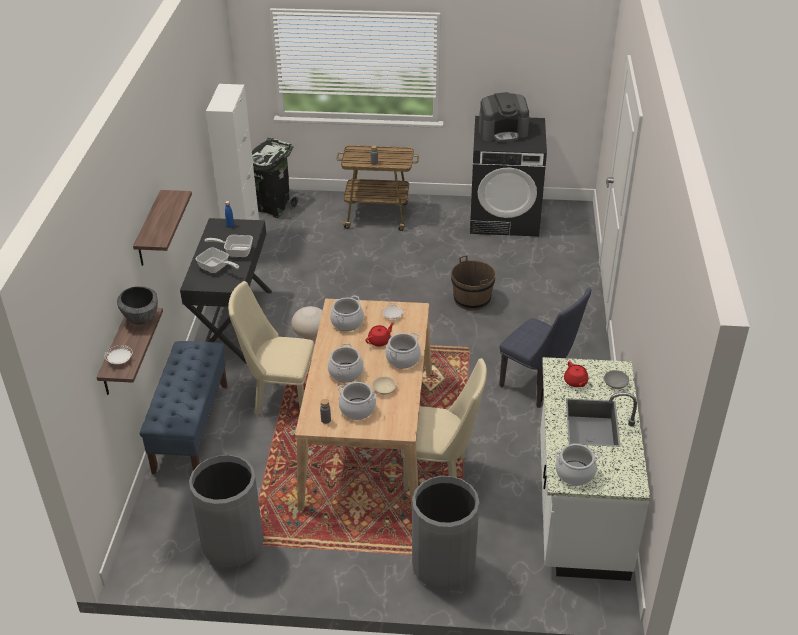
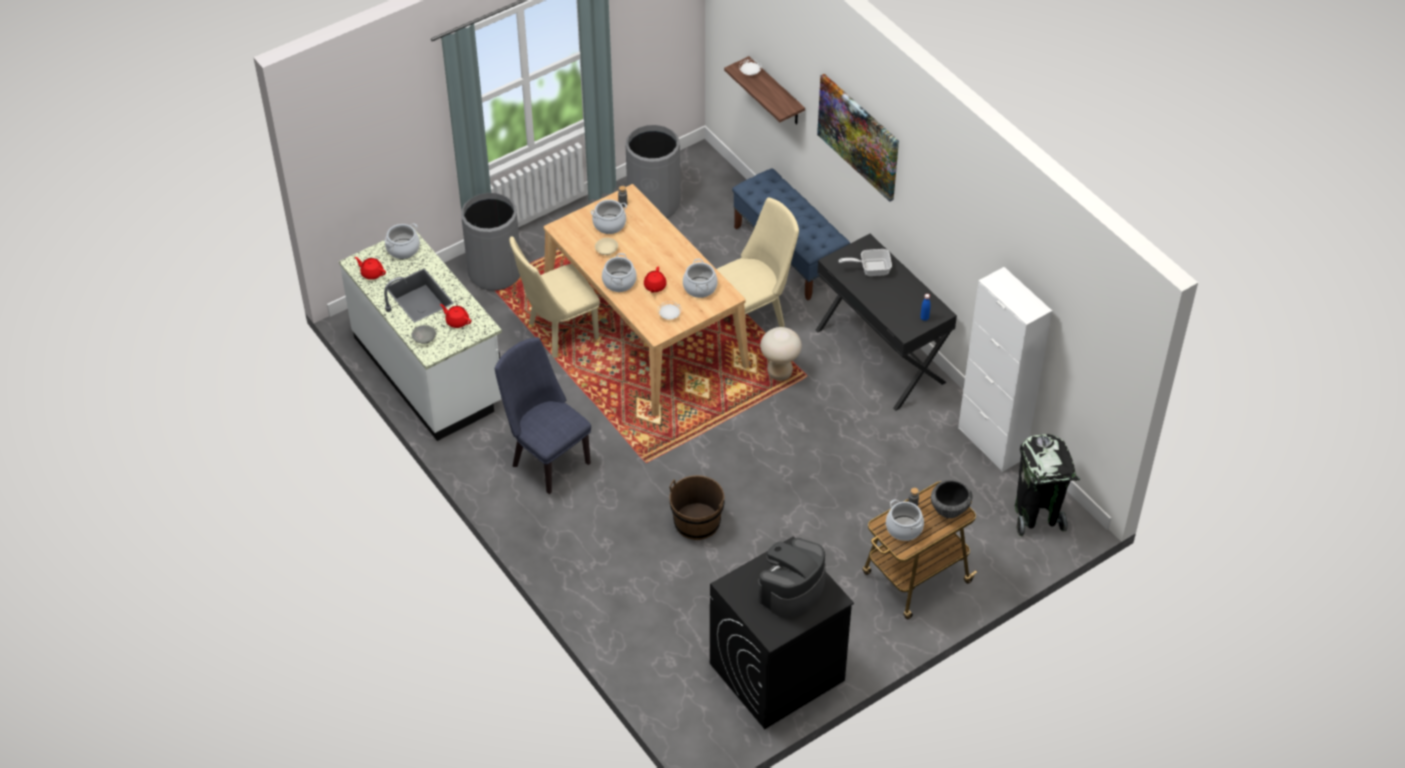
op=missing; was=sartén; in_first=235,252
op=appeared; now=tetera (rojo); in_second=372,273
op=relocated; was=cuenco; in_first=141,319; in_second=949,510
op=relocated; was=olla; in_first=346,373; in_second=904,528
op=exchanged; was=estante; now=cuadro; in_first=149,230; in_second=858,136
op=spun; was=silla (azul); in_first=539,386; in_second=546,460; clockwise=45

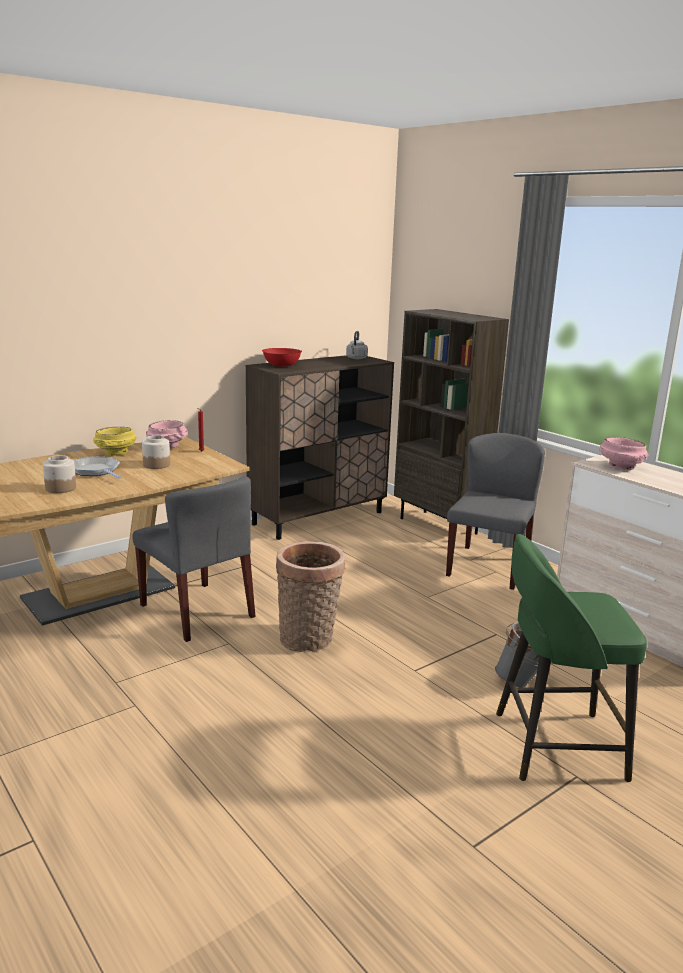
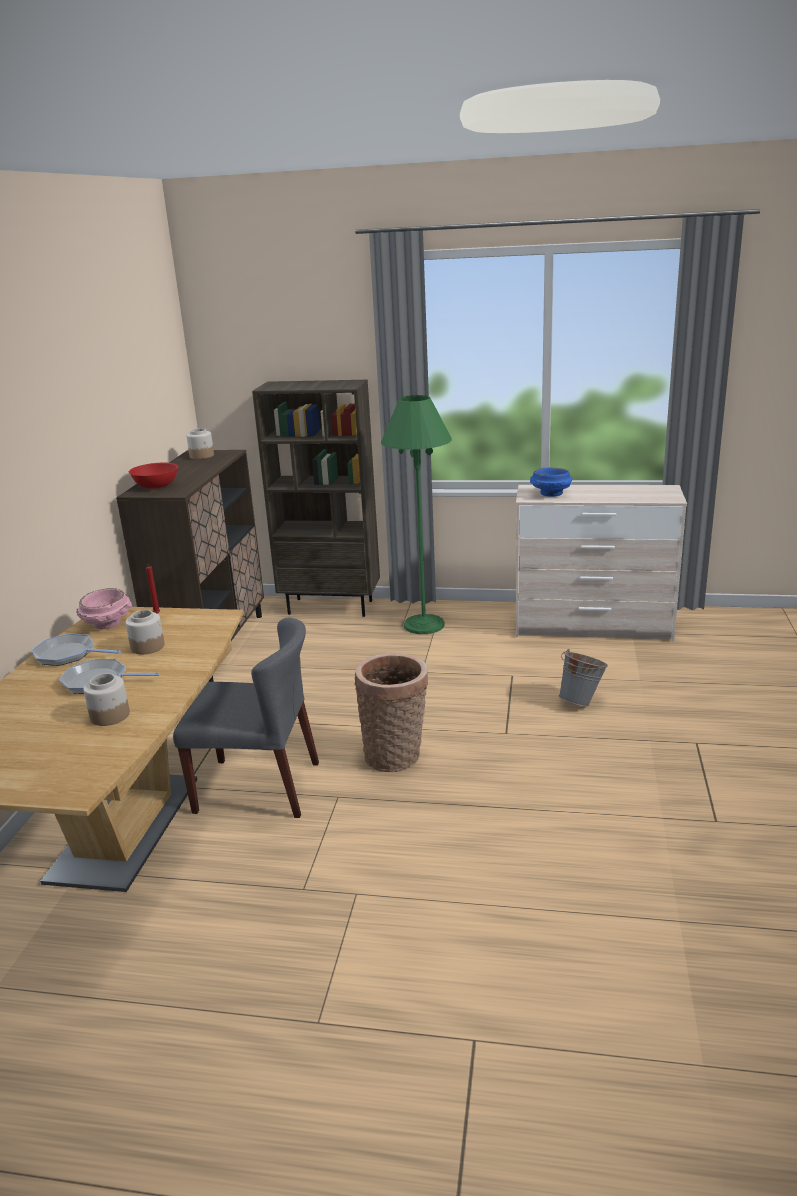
op=missing; was=taburete (verde); in_first=554,745
op=exchanged; was=cuenco (amarillo); now=sartén; in_first=115,453; in_second=68,655
op=exchanged; was=hervidor (gris); now=tarro; in_first=356,358; in_second=202,456
op=exchanged; was=silla (gris); now=lámpara de pie (verde); in_first=488,566; in_second=424,625
op=colour; was=cuenco (rosa); now=cuenco (azul); in_first=620,467; in_second=550,494

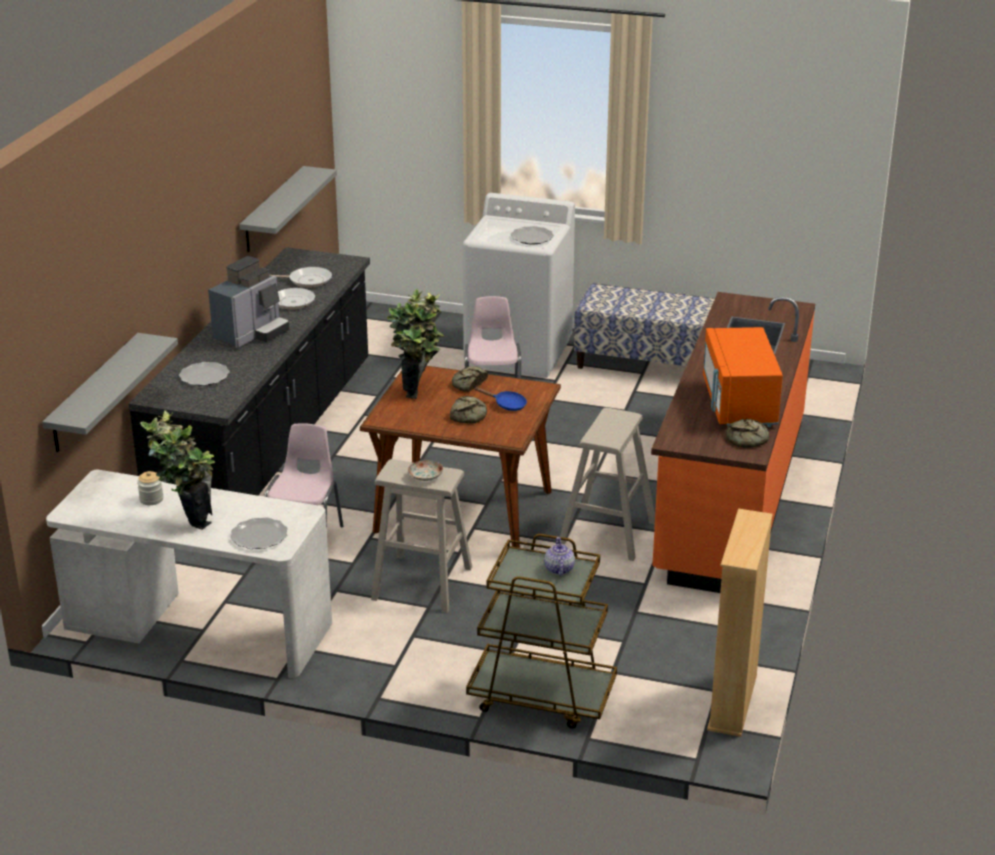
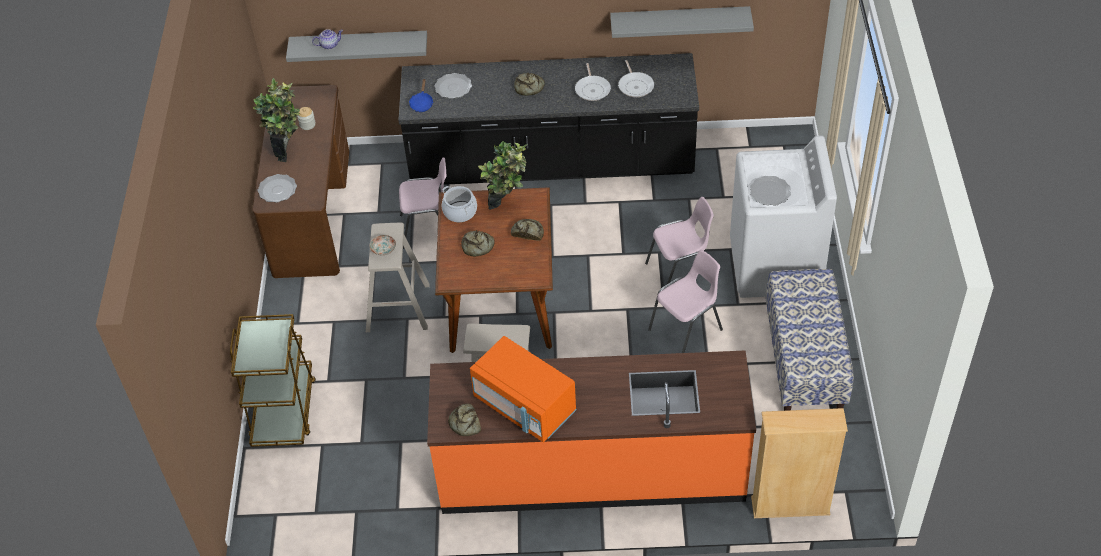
op=appeared; now=olla; in_second=460,211
op=appeared; now=silla (rosa); in_second=687,330
op=relocated; was=sartén (azul); in_first=507,405; in_second=421,103
op=relocated; was=tetera; in_first=559,569; in_second=329,45
op=relocated; was=estantería (beis); in_first=733,702; in_second=790,506
op=exchanged; was=cafetera; now=pan; in_first=252,334; in_second=529,88
op=colour; was=escritorio (blanco); now=escritorio (marrón); in_first=198,628; in_second=311,212
op=spun; was=microondas (naranja); in_first=738,404; in_second=525,406; clockwise=-120

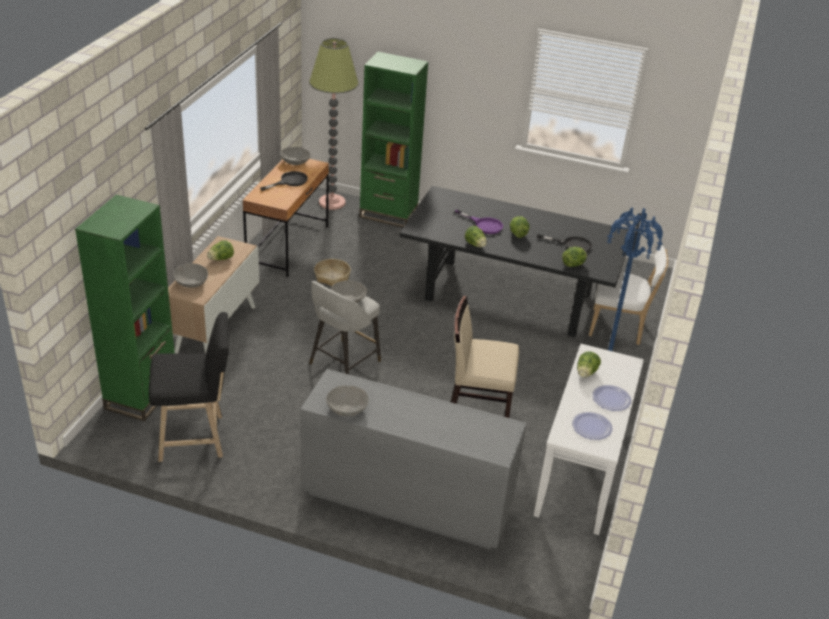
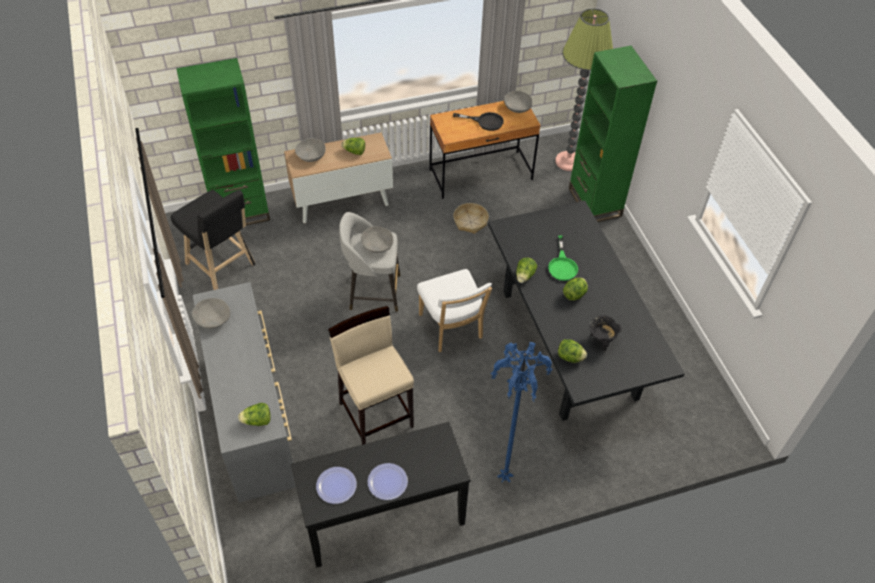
op=relocated; was=lechuga; in_first=586,373; in_second=257,421
op=relocated; was=silla (blanco); in_first=619,328; in_second=452,329
op=exchanged; was=sartén (negro); now=olla (negro); in_first=572,245; in_second=601,340
op=colour; was=sartén (morado); now=sartén (verde); in_first=484,225; in_second=562,265
op=colour; was=mesa consola (blanco); now=mesa consola (negro); in_first=582,472; in_second=383,517

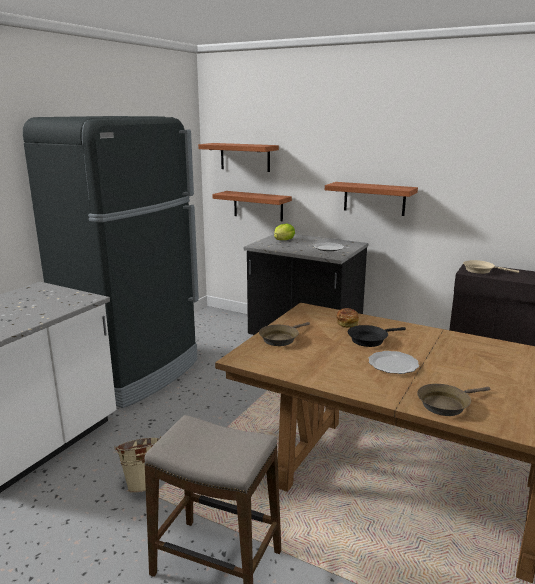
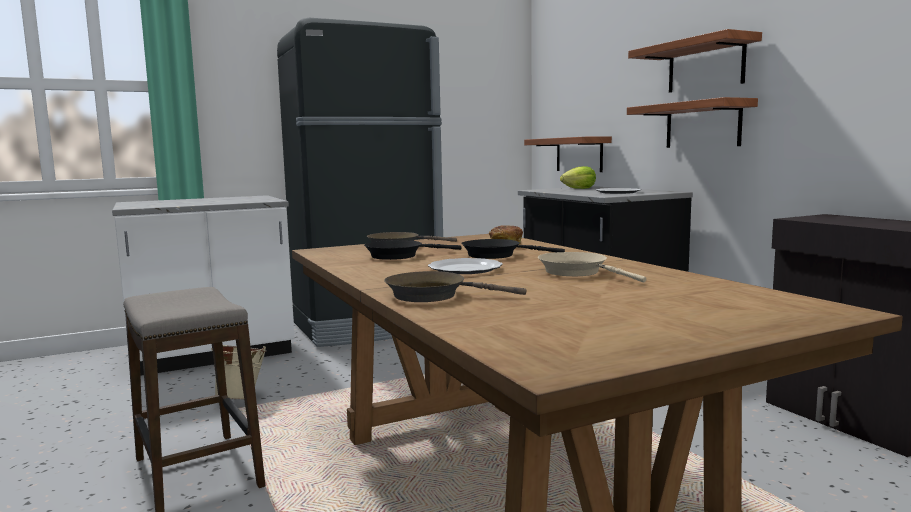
op=appeared; now=sartén (negro); in_second=399,255
op=relocated; was=estante; in_first=245,157; in_second=705,65
op=relocated; was=sartén (beis); in_first=481,270; in_second=577,272

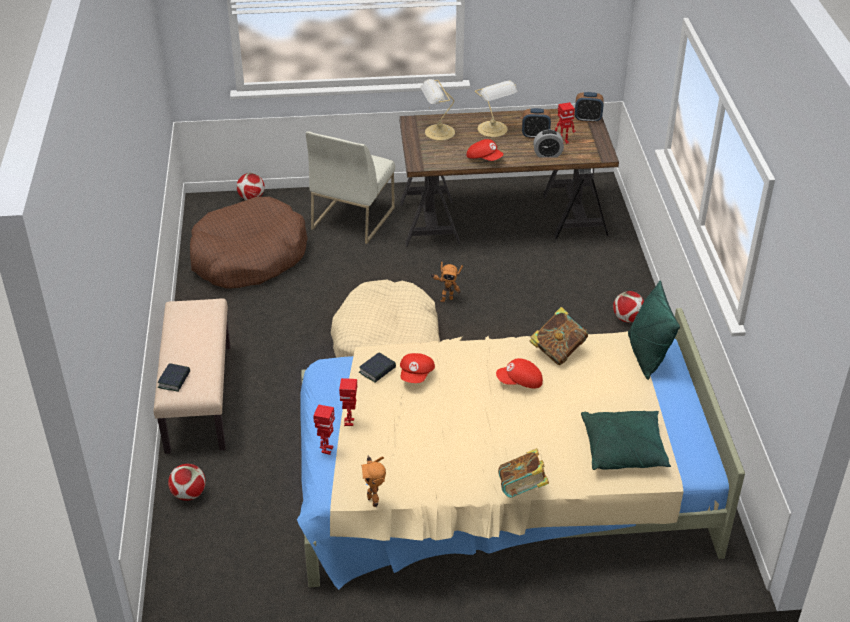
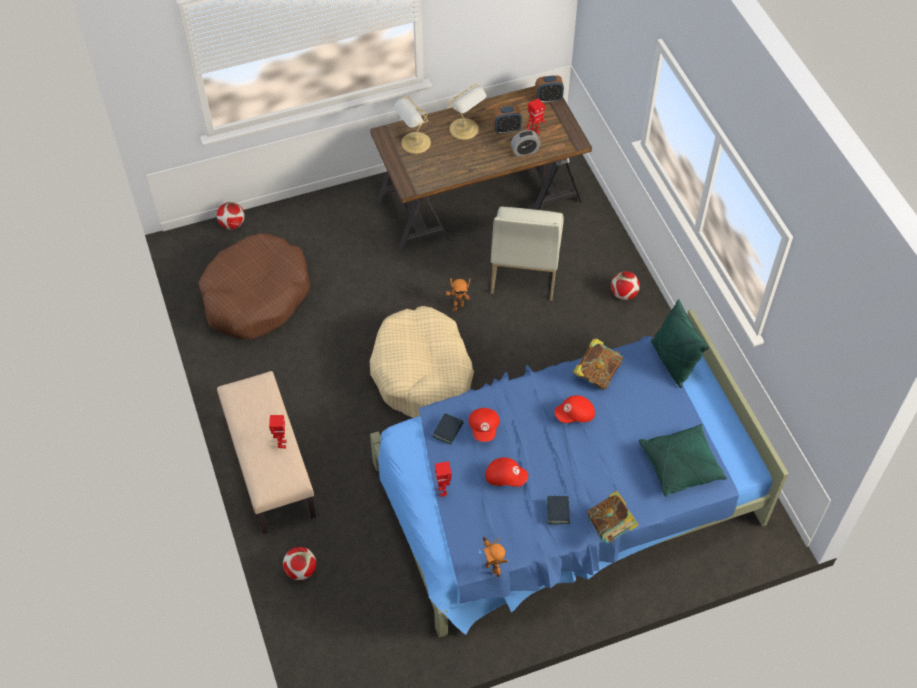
op=relocated; was=libro; in_first=174,380; in_second=558,511
op=relocated; was=silla (blanco); in_first=352,218; in_second=524,270
op=relocated; was=robot de juguete; in_first=326,449; in_second=281,444
op=relocated; was=gorra (rojo); in_first=484,158; in_second=505,477
op=colour; was=cama (beis); now=cama (azul); in_first=498,482; in_second=564,494

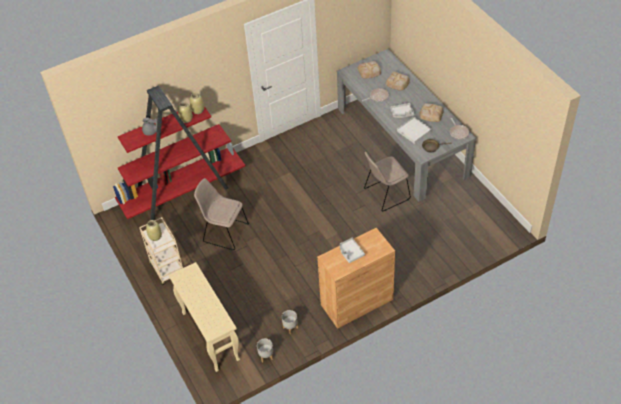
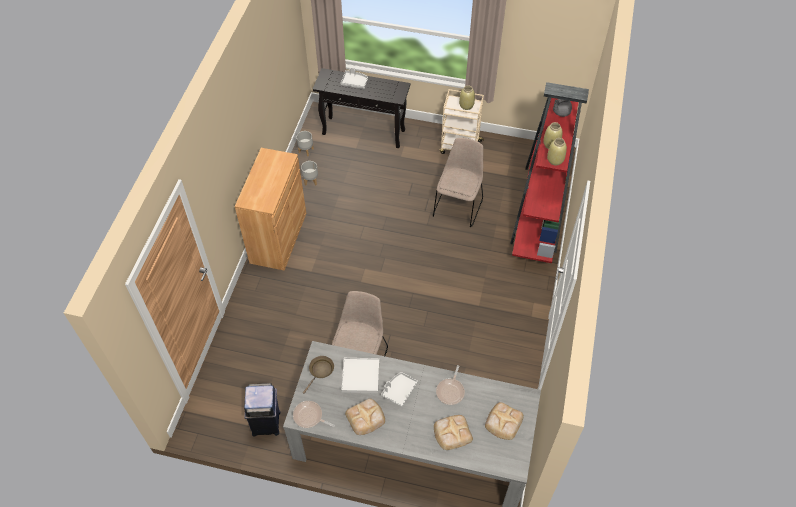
op=appeared; now=papelera (azul); in_second=267,423
op=relocated; was=bandeja (gris); in_first=350,252; in_second=354,82
op=colour; was=mesa consola (beis); now=mesa consola (negro); in_first=210,335; in_second=364,132
op=spun; was=silla (beis); in_first=224,232; in_second=458,206; clockwise=-45

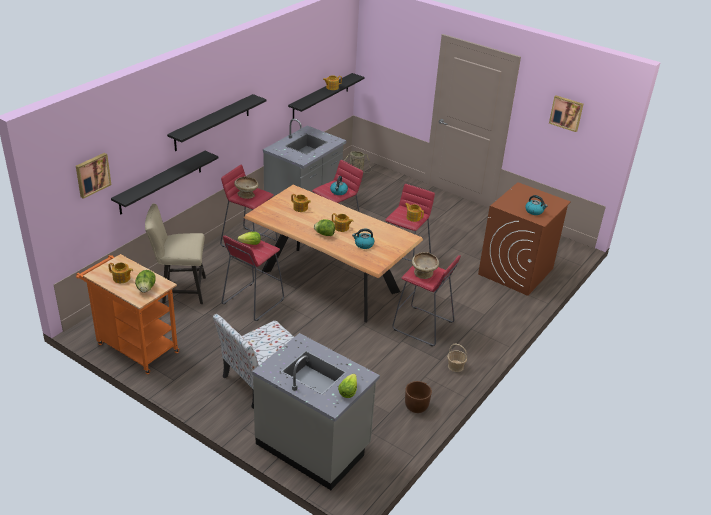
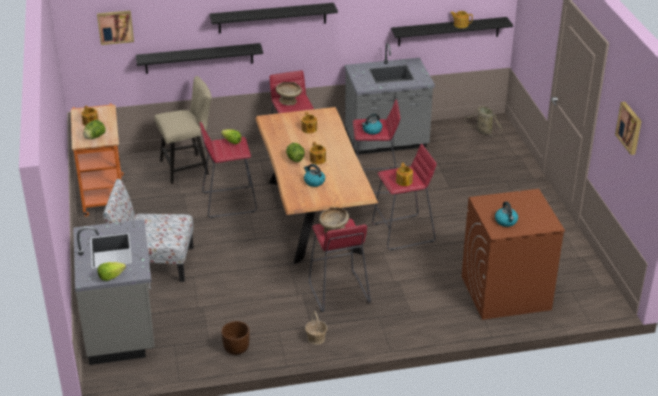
op=spun; was=silla (beis); in_first=180,290; in_second=188,167; clockwise=120

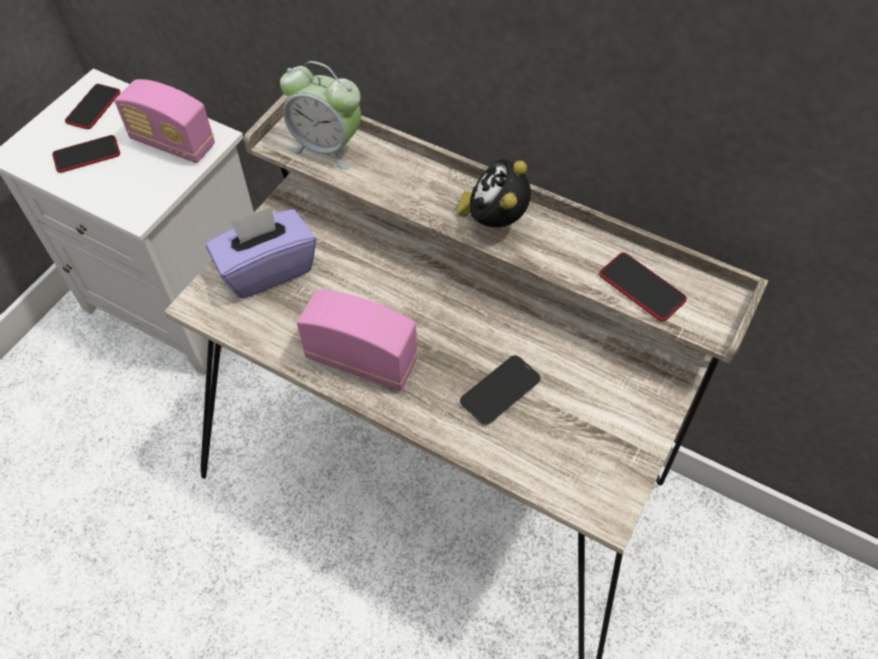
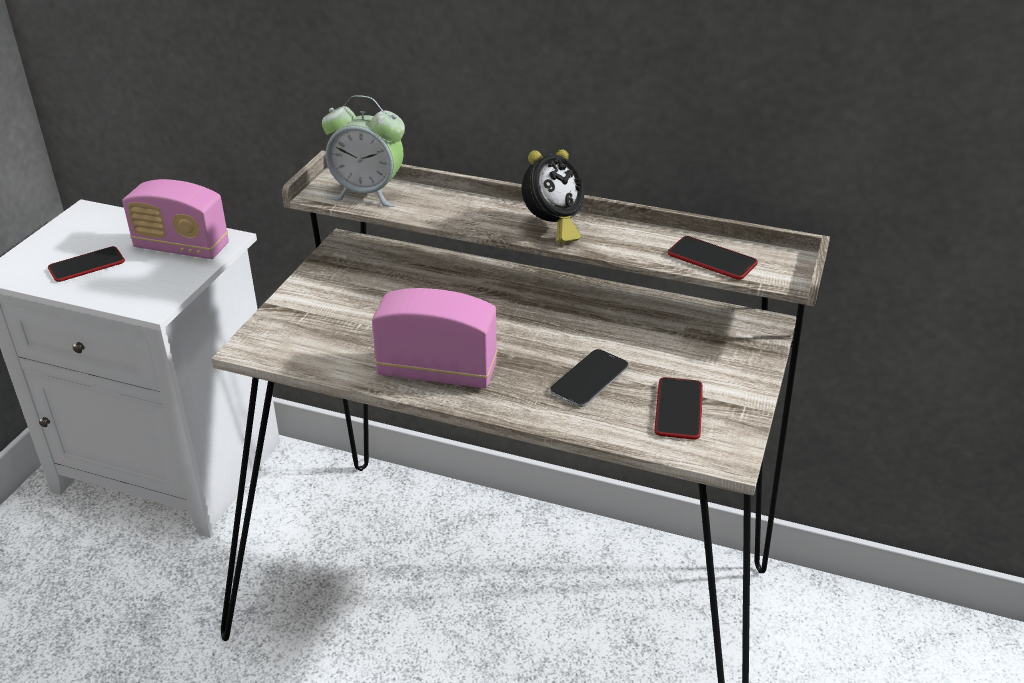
op=missing; was=caja de pañuelos (morado); in_first=267,269
op=relocated; was=móvil; in_first=93,107; in_second=678,409
op=spun; was=despertador; in_first=493,220; in_second=552,228; clockwise=-135

